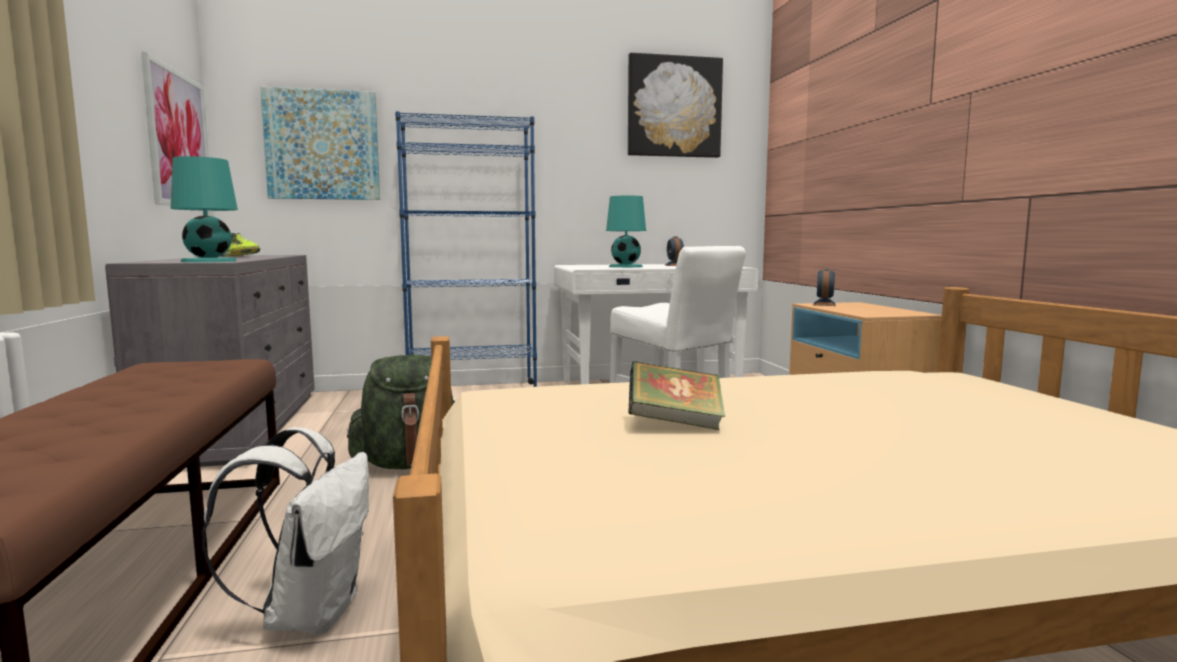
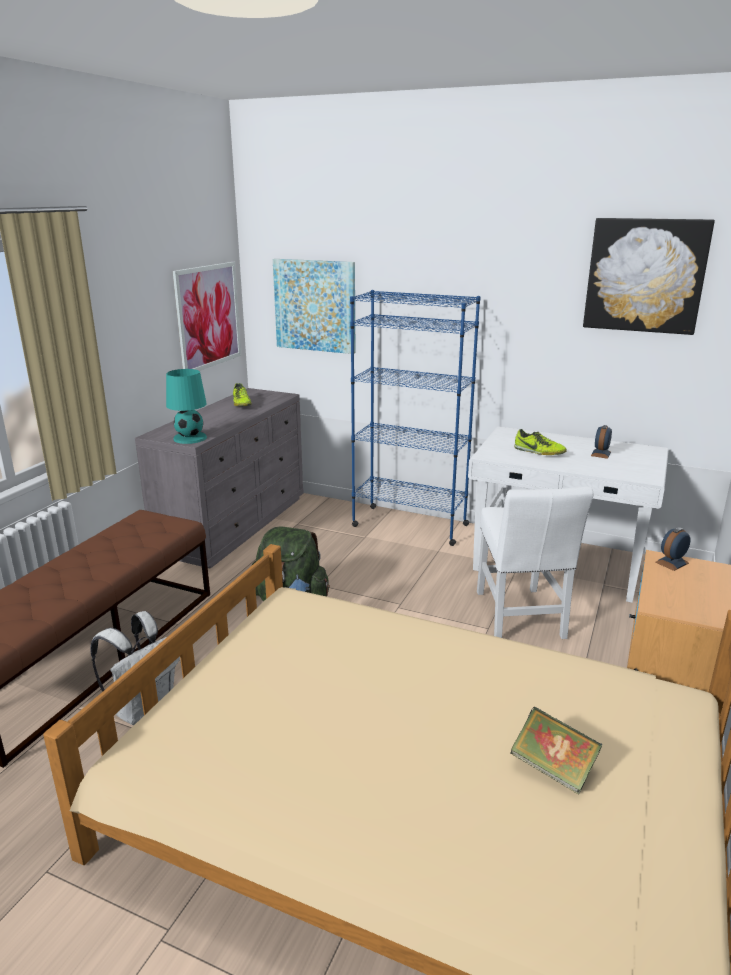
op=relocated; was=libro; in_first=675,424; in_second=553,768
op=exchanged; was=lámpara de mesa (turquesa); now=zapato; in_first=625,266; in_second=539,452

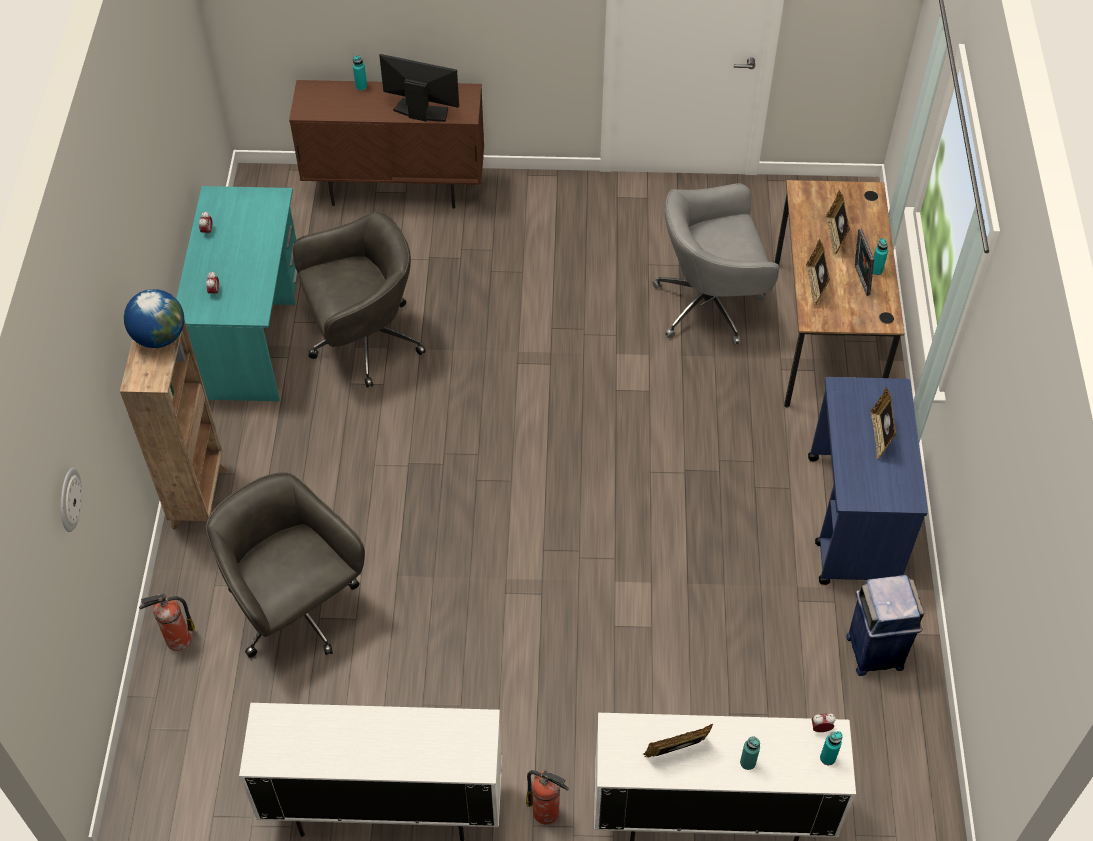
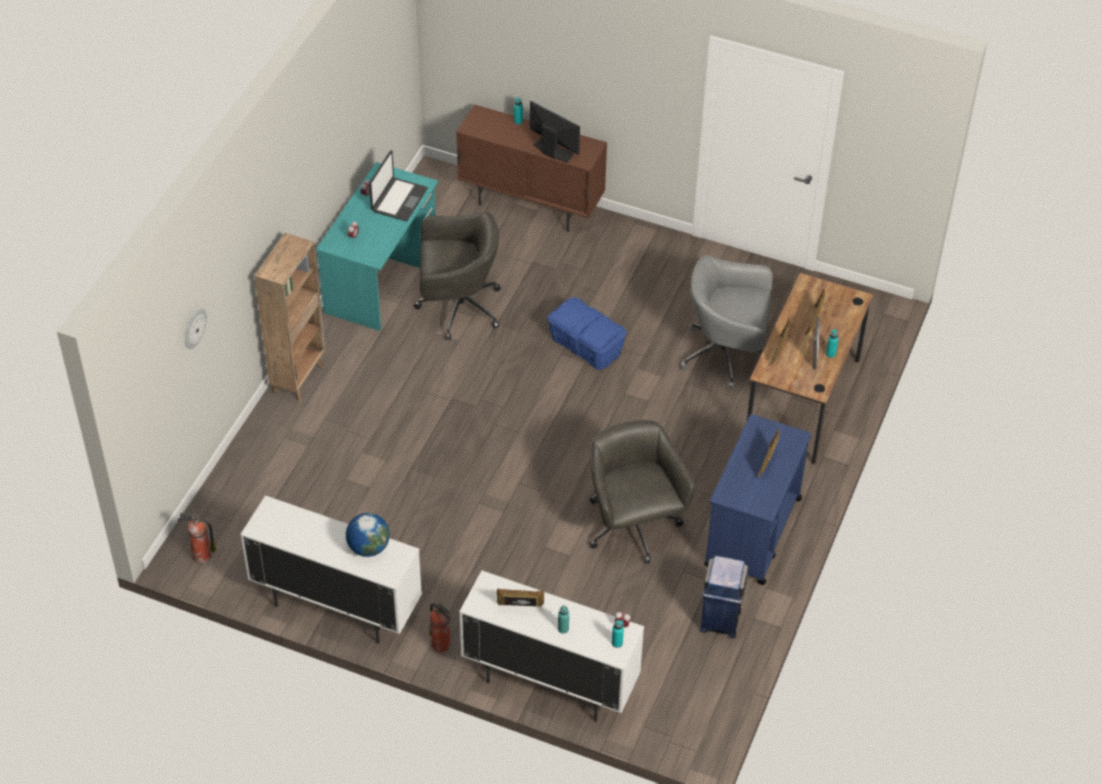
op=appeared; now=portátil; in_second=398,200
op=appeared; now=caja de almacenaje (azul); in_second=586,345
op=relocated; was=globo terráqueo; in_first=160,337; in_second=368,547
op=relocated; was=extintor; in_first=177,640; in_second=200,556
op=relocated; was=silla de oficina (gris); in_first=296,610; in_second=632,528

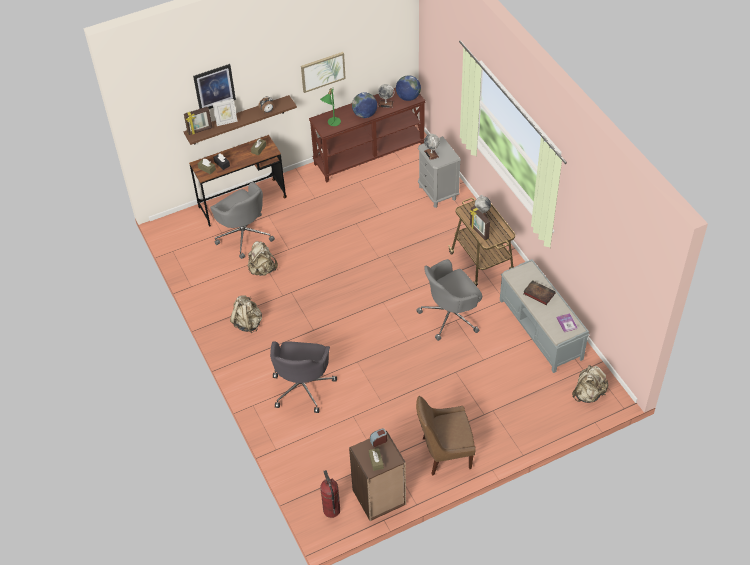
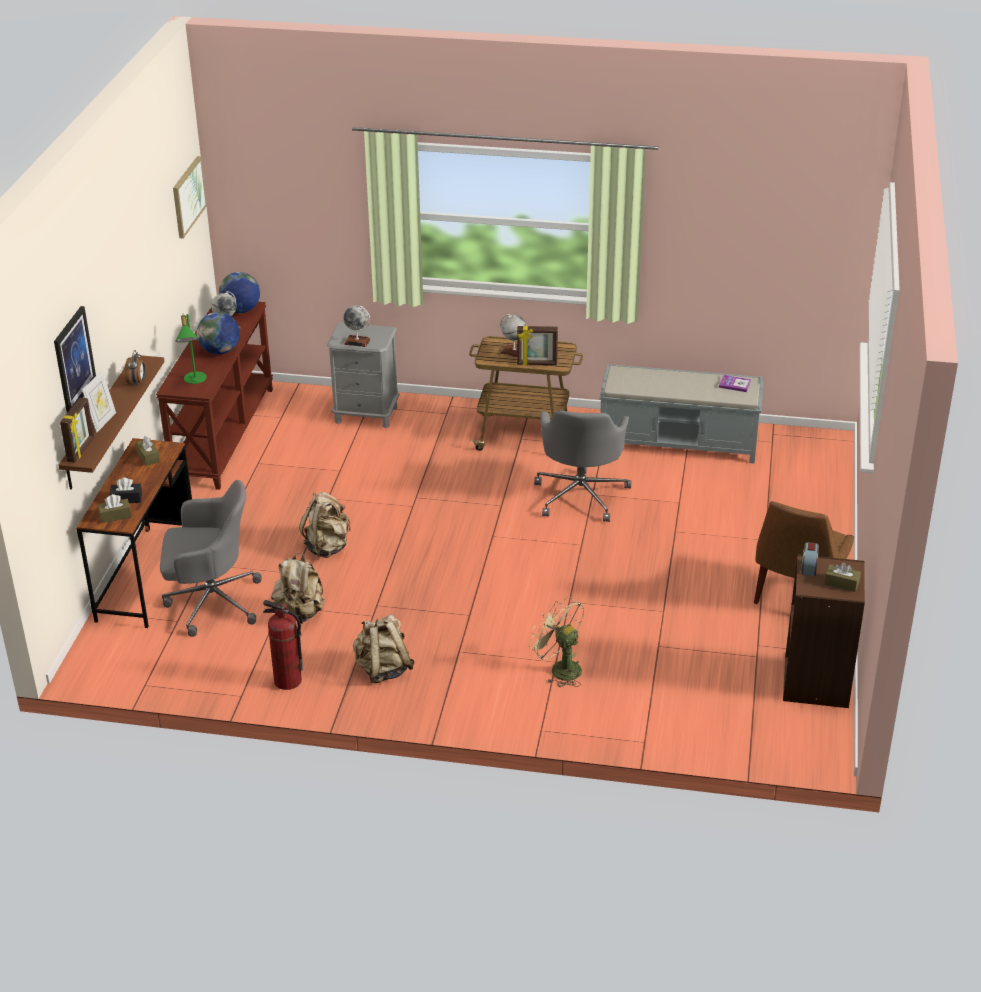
op=missing; was=libro; in_first=538,293
op=relocated; was=cuadro; in_first=322,71; in_second=188,196
op=relocated; was=extintor; in_first=331,510; in_second=288,681
op=relocated; was=mochila (beis); in_first=588,394; in_second=327,547
op=exchanged; was=silla de oficina (gris); now=ventilador (verde); in_first=303,387; in_second=559,668

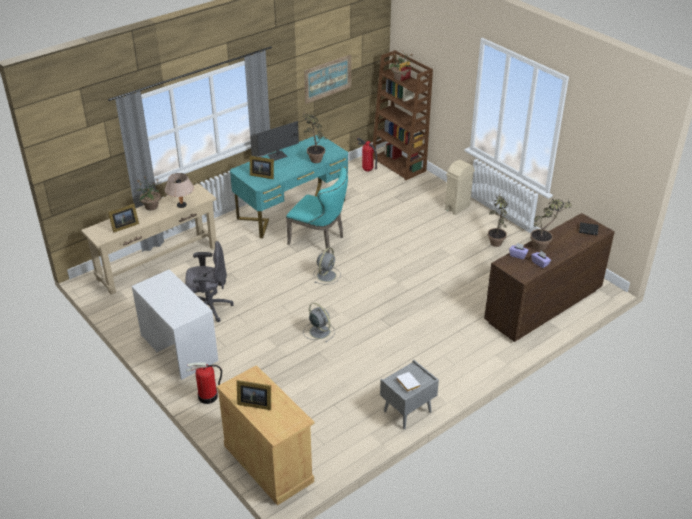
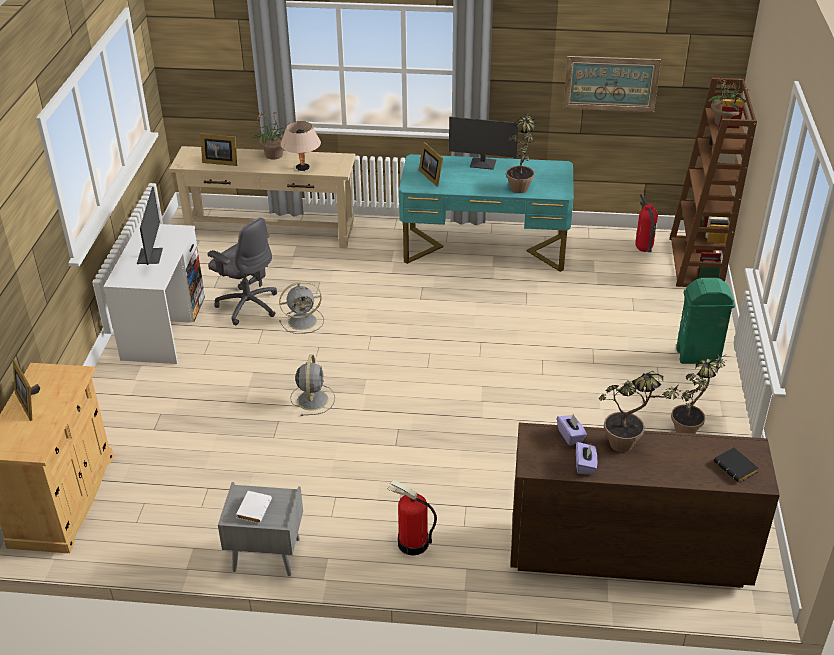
op=missing; was=silla (turquesa); in_first=320,240
op=appeared; now=monitor; in_second=151,256
op=relocated; was=extintor; in_first=208,397; in_second=412,543
op=relocated; was=ventilador (gris); in_first=327,275; in_second=303,321
op=colour; was=papelera (beis); now=papelera (verde); in_first=457,207; in_second=698,356

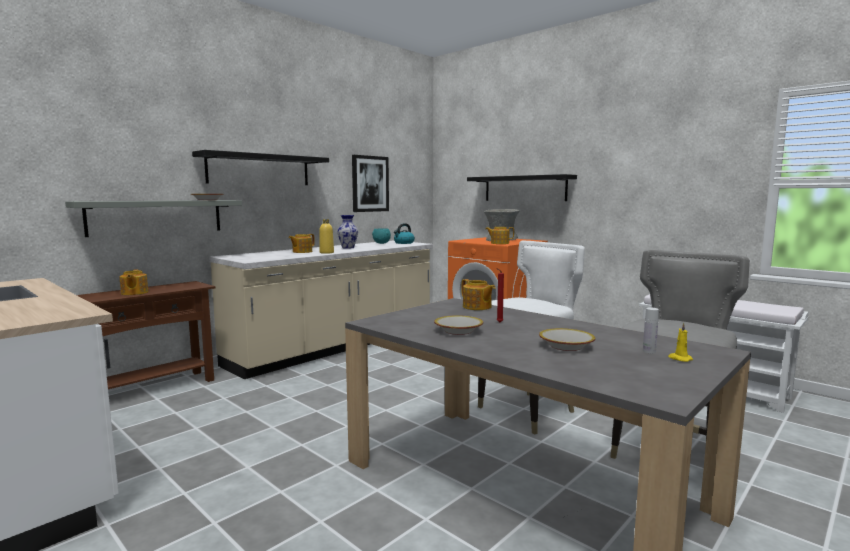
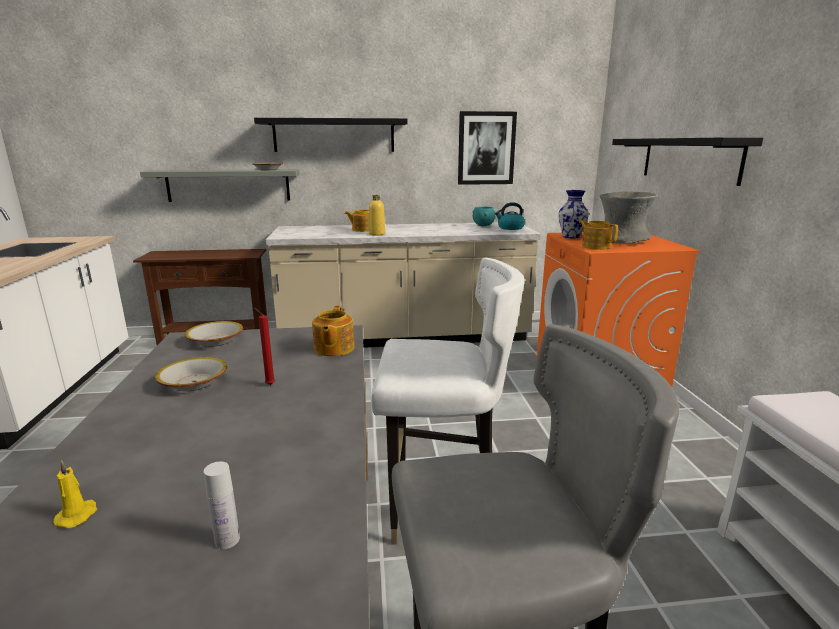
op=missing; was=tetera; in_first=134,293
op=relocated; was=florero; in_first=348,247; in_second=571,237
op=relocated; was=cuenco; in_first=565,346; in_second=215,340
op=relocated; was=vela (amarillo); in_first=679,359; in_second=78,515

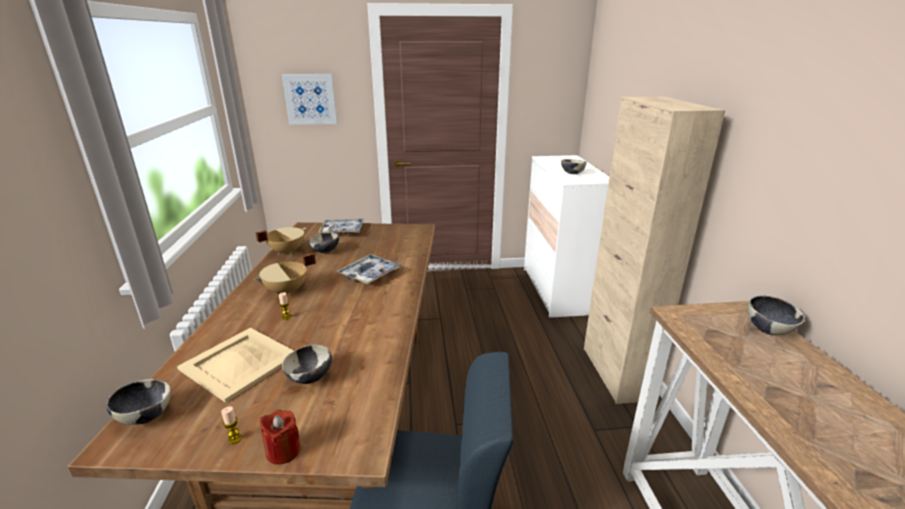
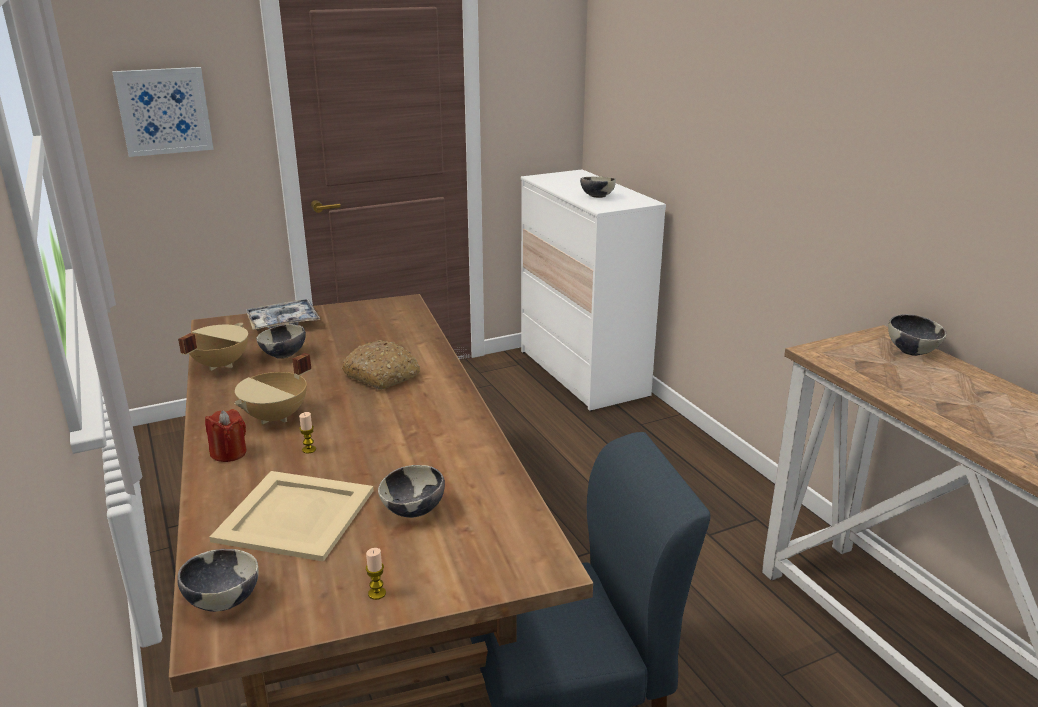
op=missing; was=armario (beis); in_first=616,373
op=relocated; was=vela (rojo); in_first=283,451; in_second=229,453
op=exchanged; was=bandeja; now=pan; in_first=370,274; in_second=382,375

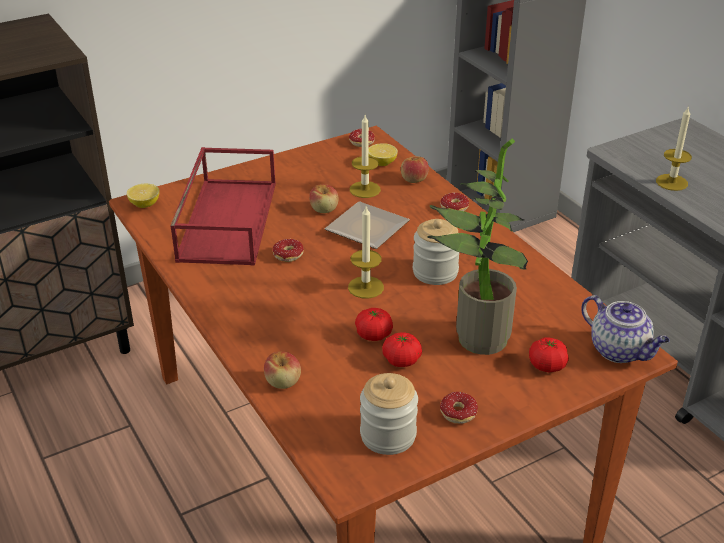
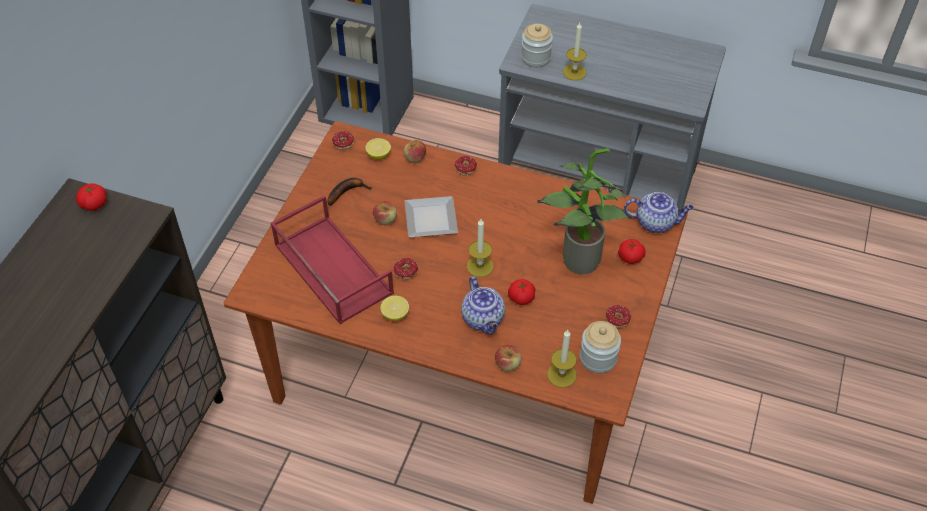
op=appeared; now=plátano; in_second=347,192
op=appeared; now=tetera; in_second=483,319
op=relocated; was=limón; in_first=145,205; in_second=395,315
op=relocated; was=vela; in_first=365,189; in_second=561,375
op=relocated; was=tomate; in_first=401,360; in_second=94,204
op=relocated; was=tarro; in_first=435,272; in_second=536,58

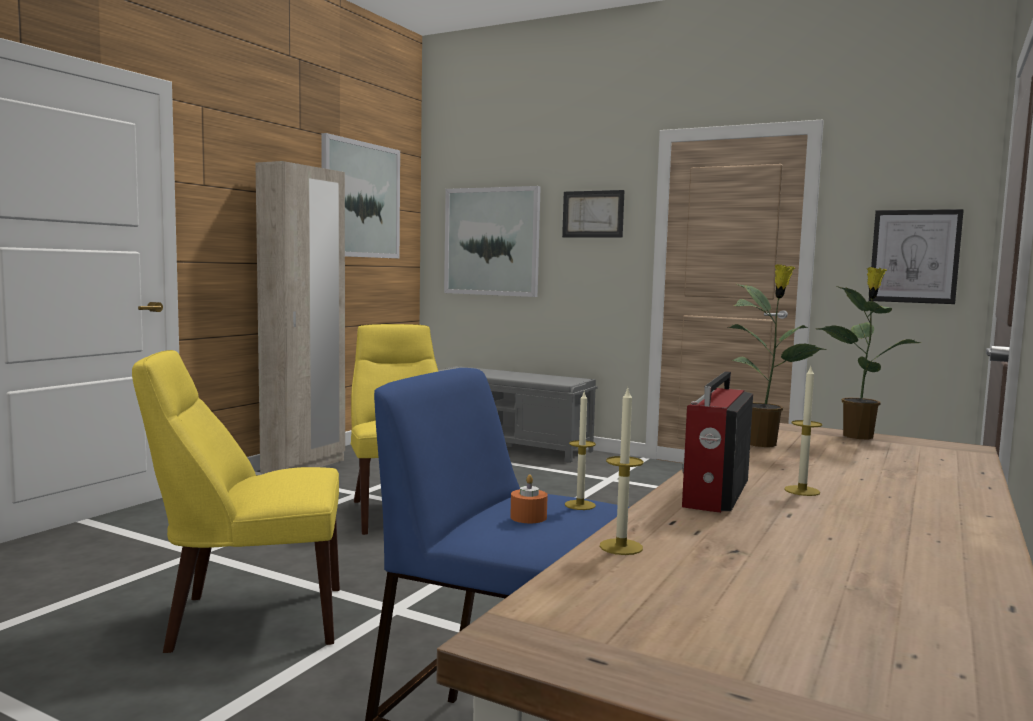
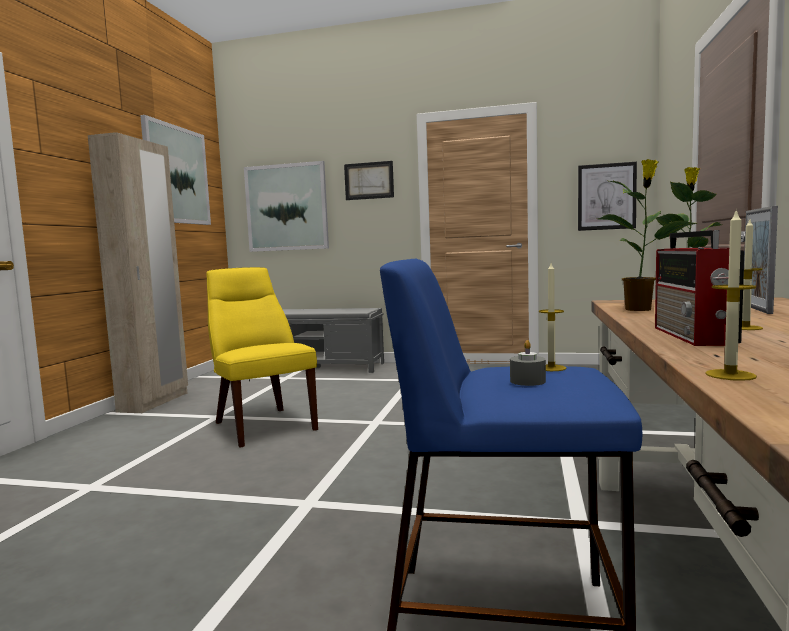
op=missing; was=silla (amarillo); in_first=249,619
op=appeared; now=portarretratos; in_second=756,309
op=colour; was=vela (naranja); now=vela (gris); in_first=528,517; in_second=527,381

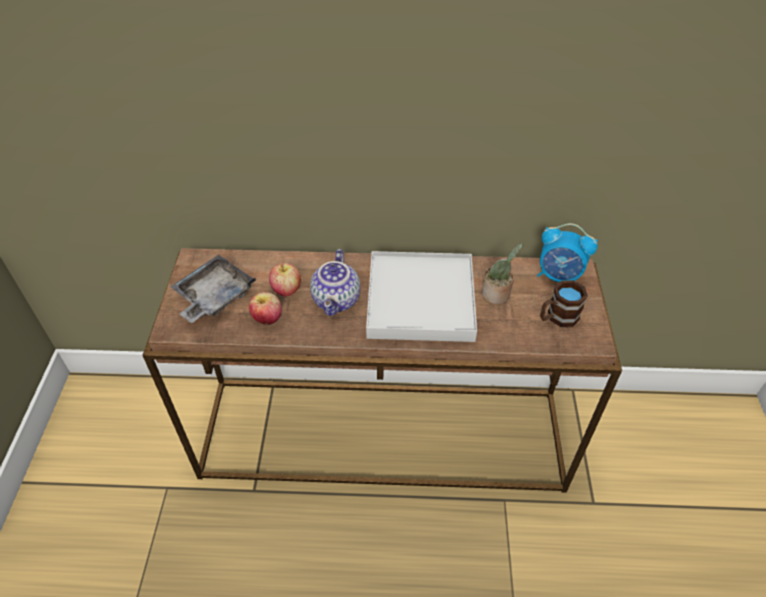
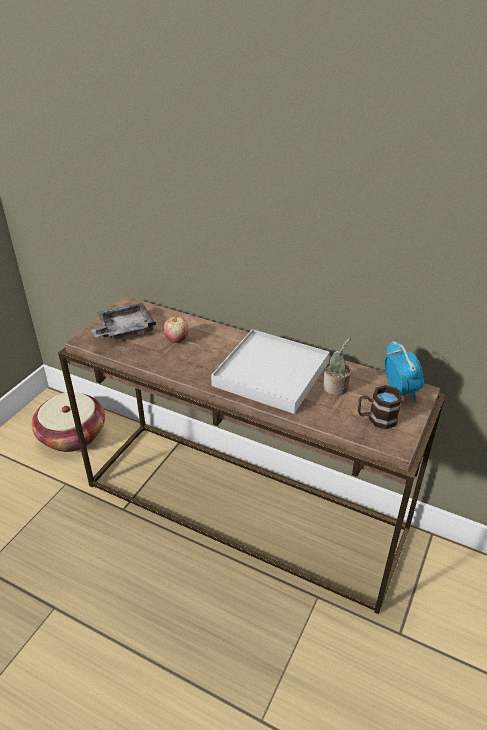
op=missing; was=manzana; in_first=267,319
op=missing; was=tetera; in_first=337,300
op=appeared; now=cesta; in_second=72,435
op=spun; was=despertador; in_first=559,276; in_second=400,391; clockwise=-150

